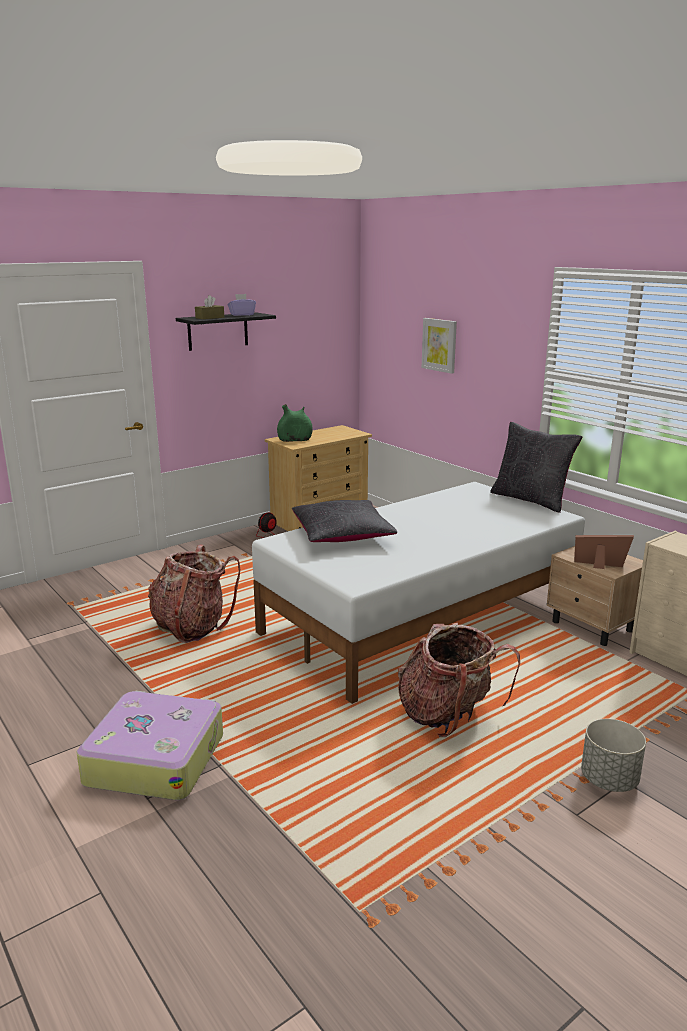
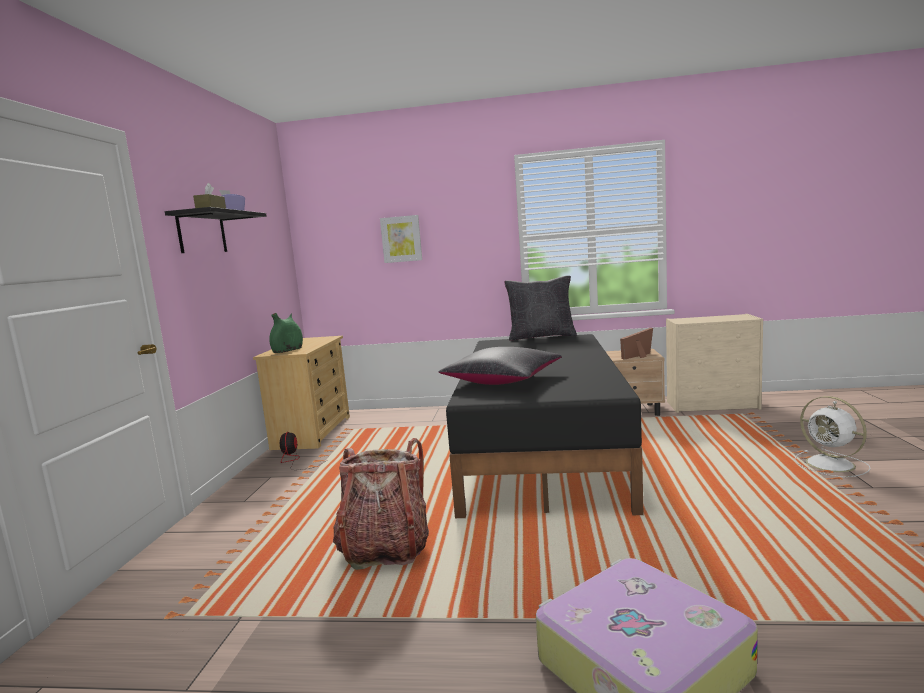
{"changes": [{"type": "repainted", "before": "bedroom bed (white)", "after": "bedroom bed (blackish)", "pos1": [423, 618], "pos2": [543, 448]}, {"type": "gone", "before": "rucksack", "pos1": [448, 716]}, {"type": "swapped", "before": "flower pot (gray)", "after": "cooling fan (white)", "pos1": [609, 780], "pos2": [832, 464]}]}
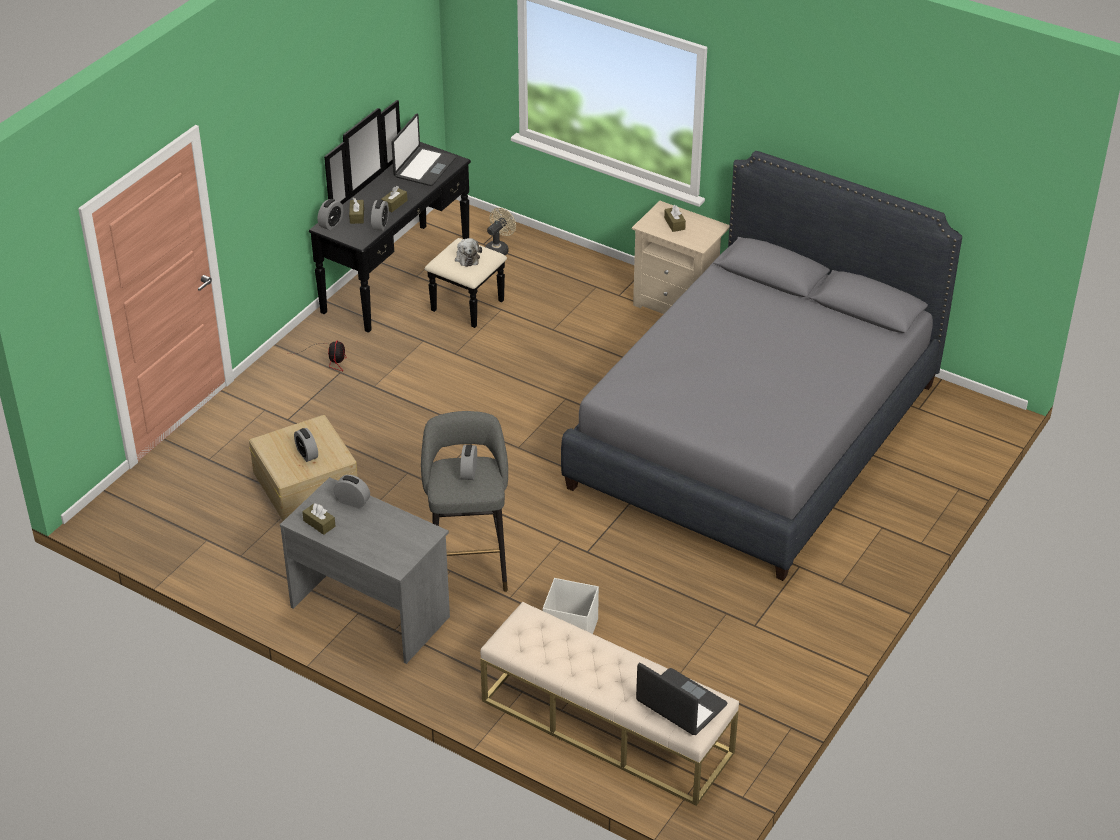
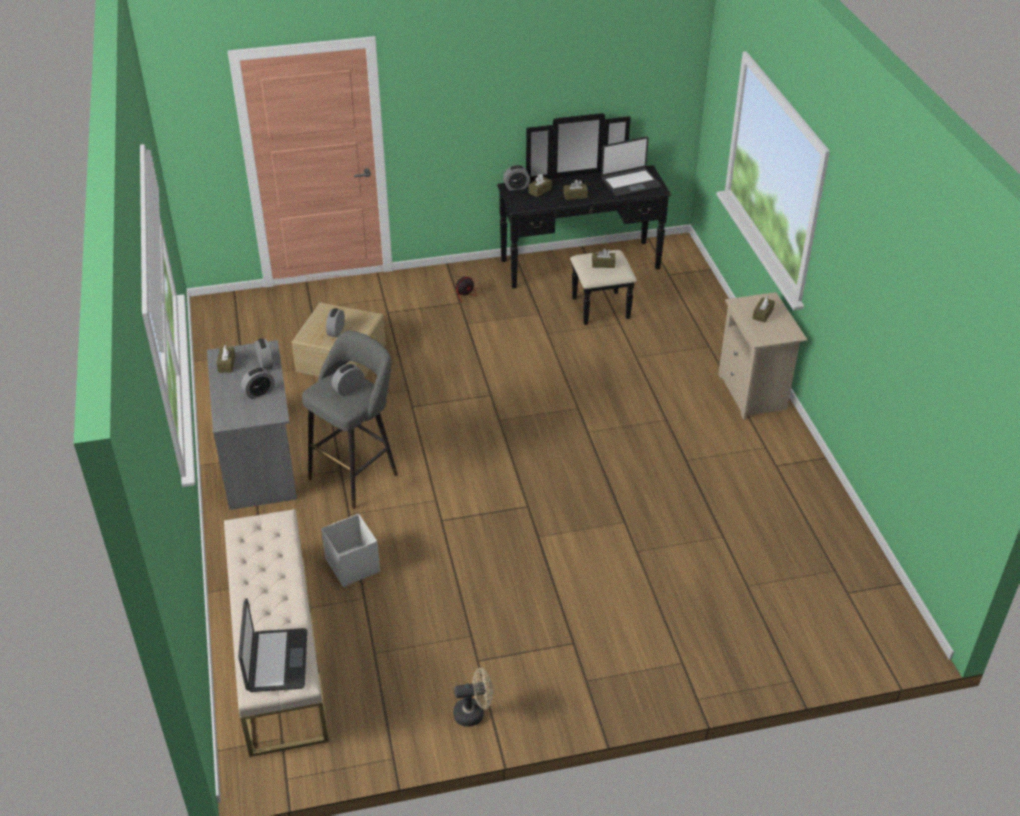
{"changes": [{"type": "gone", "before": "bedroom bed (gray)", "pos1": [756, 434]}, {"type": "shifted", "before": "alarm clock", "pos1": [380, 225], "pos2": [259, 392]}, {"type": "shifted", "before": "cooling fan (beige-coloured)", "pos1": [499, 249], "pos2": [474, 713]}, {"type": "swapped", "before": "cuddly toy", "after": "tissue box (brownish)", "pos1": [467, 257], "pos2": [603, 264]}]}
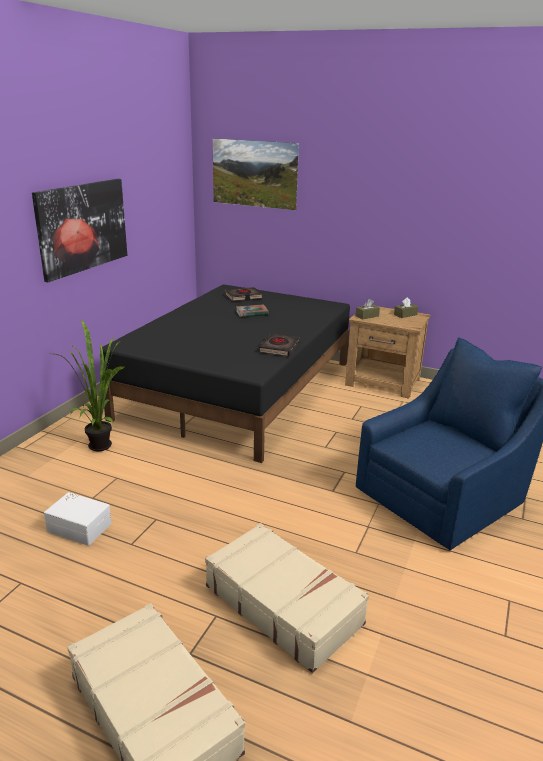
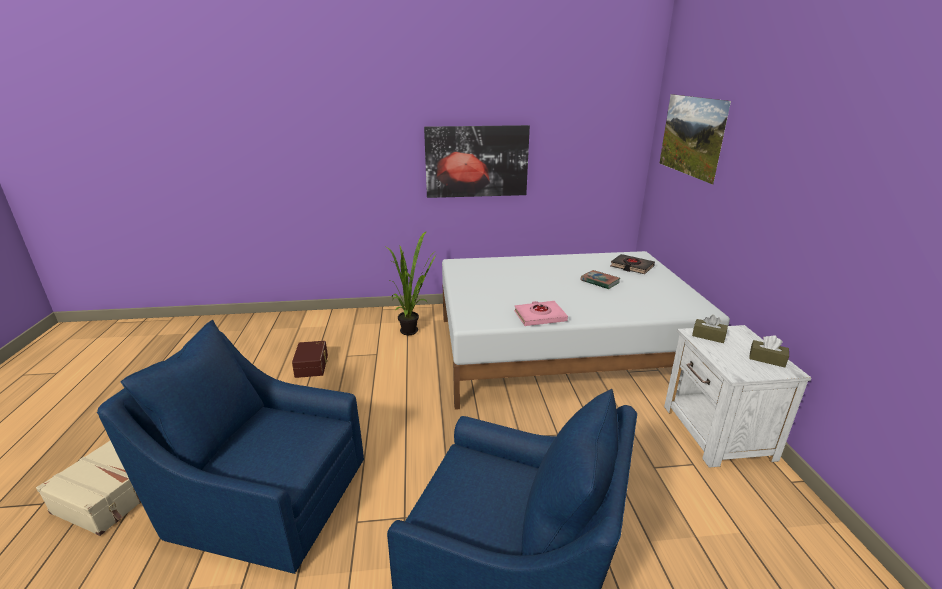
{"changes": [{"type": "repainted", "before": "bedroom bed (blackish)", "after": "bedroom bed (white)", "pos1": [239, 389], "pos2": [562, 351]}, {"type": "repainted", "before": "night table (brownish)", "after": "night table (white)", "pos1": [383, 382], "pos2": [717, 433]}, {"type": "repainted", "before": "bound book (blackish)", "after": "bound book (pink)", "pos1": [279, 348], "pos2": [540, 316]}, {"type": "repainted", "before": "storage box (white)", "after": "storage box (brownish)", "pos1": [80, 526], "pos2": [312, 365]}, {"type": "swapped", "before": "piece of luggage (beige-coloured)", "after": "armchair (blue-coloured)", "pos1": [283, 604], "pos2": [264, 497]}]}
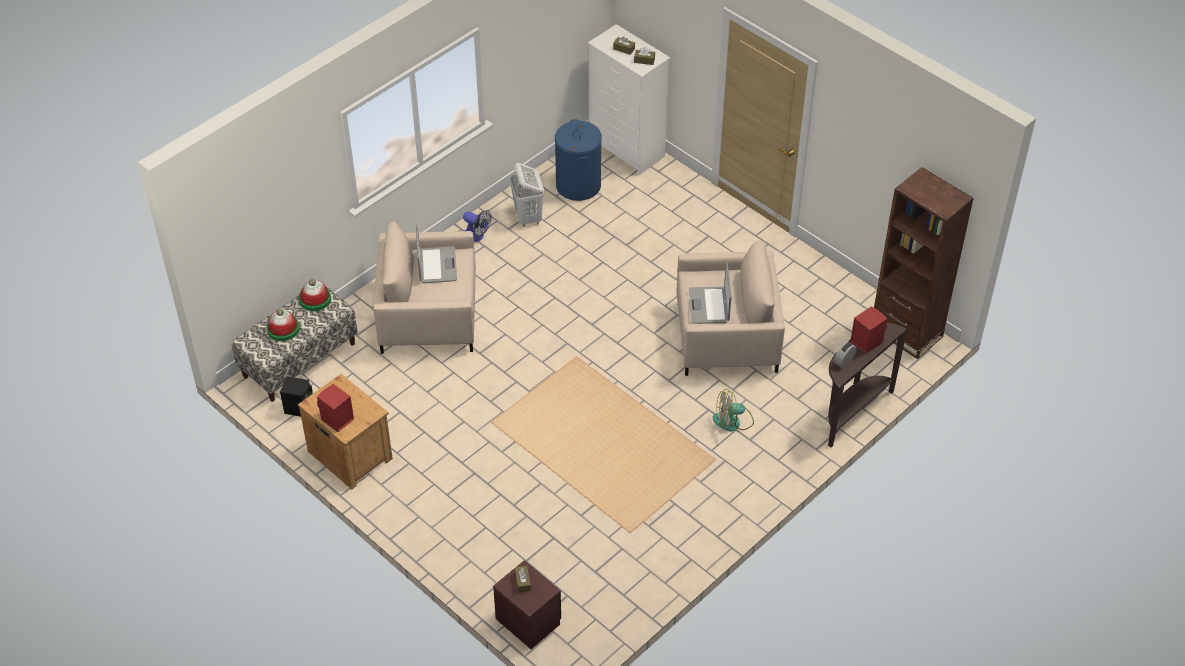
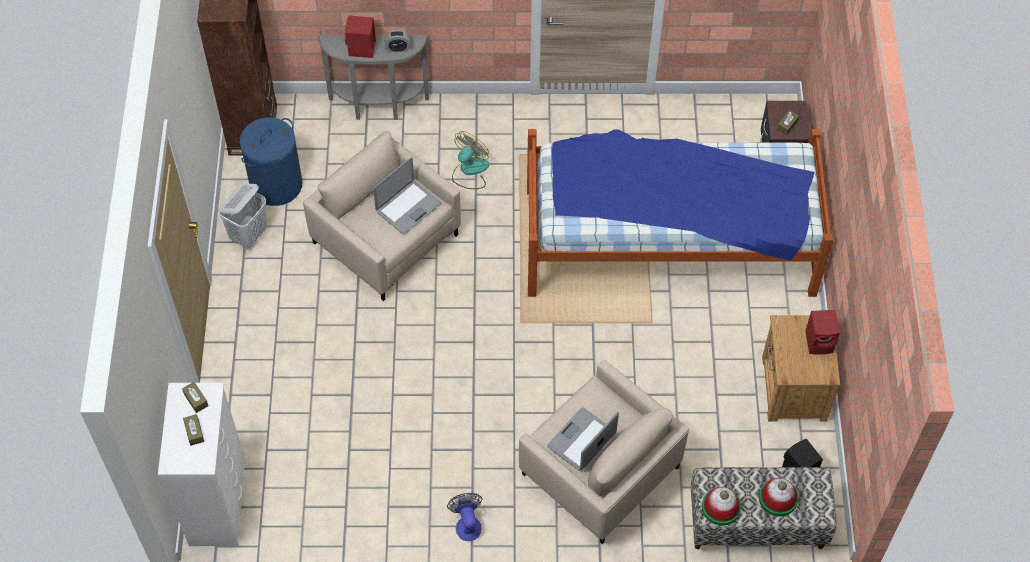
{"changes": [{"type": "shifted", "before": "hamper (blue-coloured)", "pos1": [578, 185], "pos2": [276, 184]}, {"type": "shifted", "before": "hamper (white)", "pos1": [528, 217], "pos2": [249, 234]}, {"type": "repainted", "before": "hall table (brownish)", "after": "hall table (gray)", "pos1": [852, 412], "pos2": [378, 108]}, {"type": "rotated", "before": "cooling fan", "pos1": [733, 421], "pos2": [469, 171], "turn": -90}, {"type": "new", "after": "bedroom bed", "pos2": [668, 240]}]}
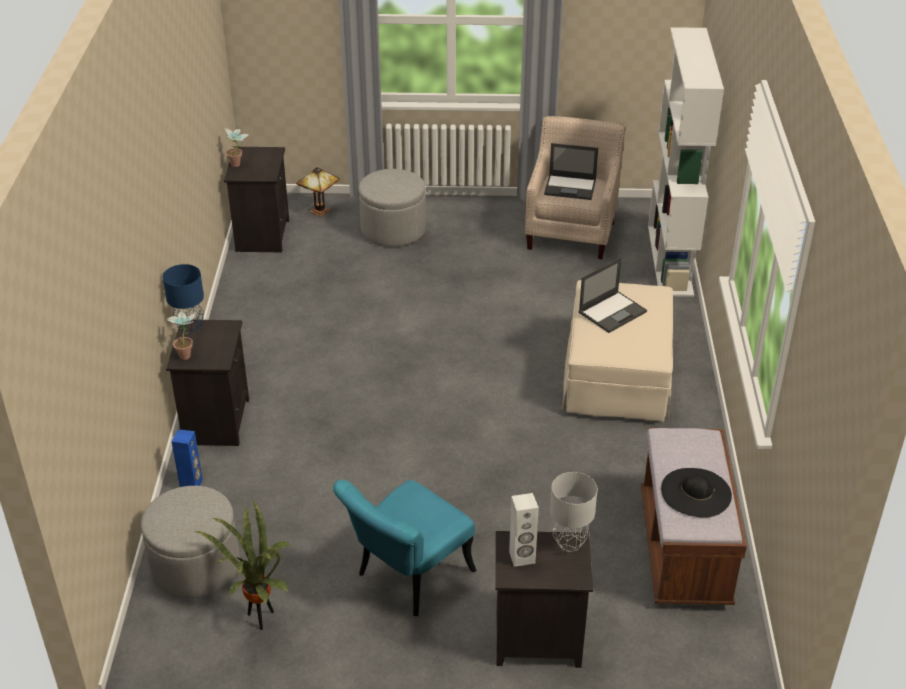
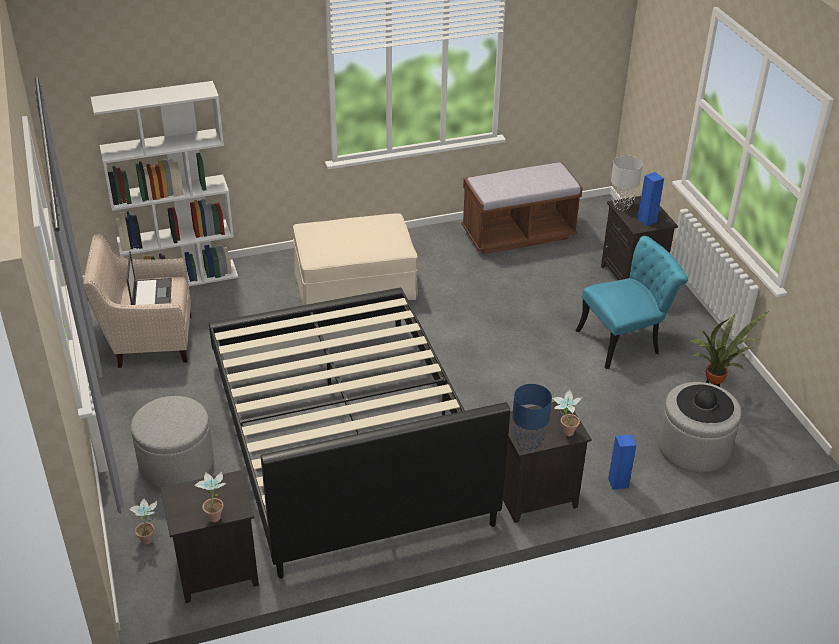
{"changes": [{"type": "swapped", "before": "lamp for a table", "after": "potted plant", "pos1": [320, 210], "pos2": [149, 537]}, {"type": "gone", "before": "laptop", "pos1": [613, 311]}, {"type": "shifted", "before": "clothing hat (blackish)", "pos1": [696, 492], "pos2": [705, 404]}, {"type": "rotated", "before": "upright chair (blue-green)", "pos1": [407, 579], "pos2": [625, 340], "turn": -45}, {"type": "repainted", "before": "audio speaker (white)", "after": "audio speaker (blue-coloured)", "pos1": [522, 557], "pos2": [647, 220]}, {"type": "new", "after": "bedroom bed (blackish)", "pos2": [345, 439]}]}
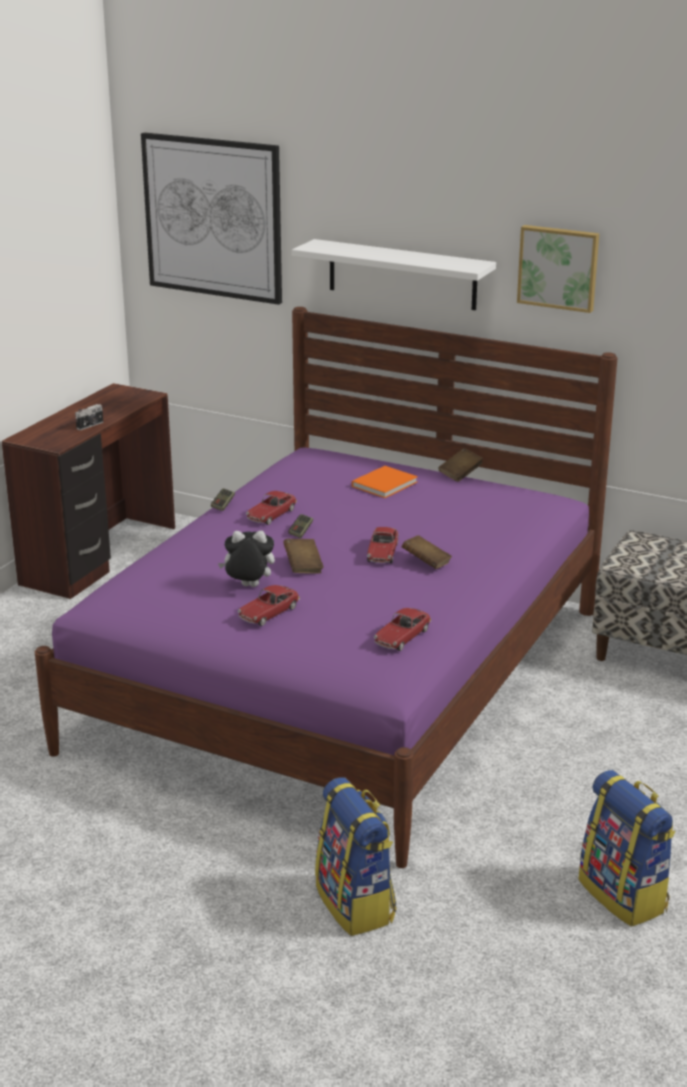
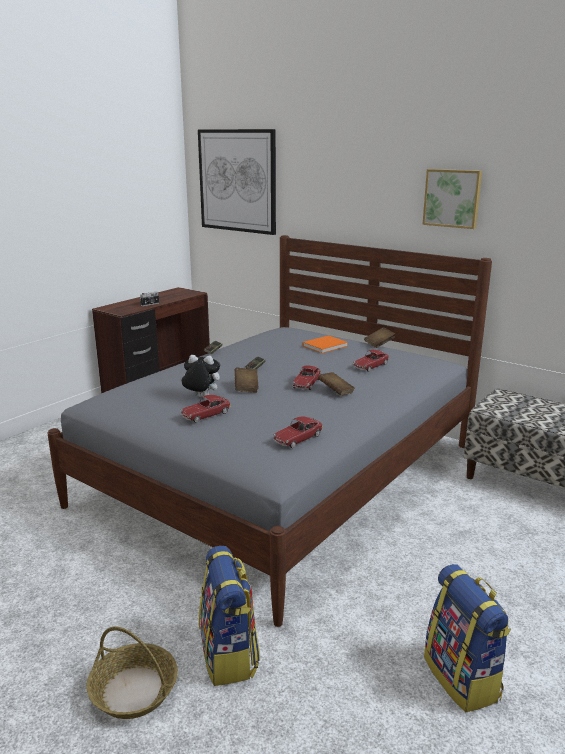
{"changes": [{"type": "gone", "before": "shelf (white)", "pos1": [402, 274]}, {"type": "repainted", "before": "bedroom bed (purplish)", "after": "bedroom bed (gray)", "pos1": [343, 677], "pos2": [282, 474]}, {"type": "shifted", "before": "miniature car", "pos1": [271, 515], "pos2": [371, 366]}, {"type": "new", "after": "basket", "pos2": [134, 690]}]}
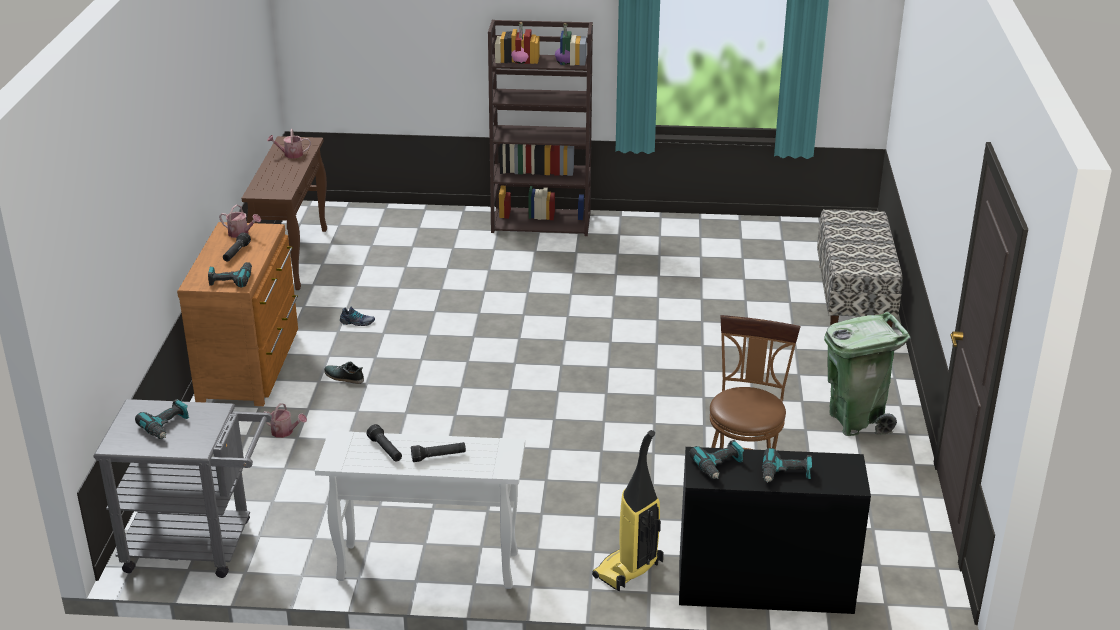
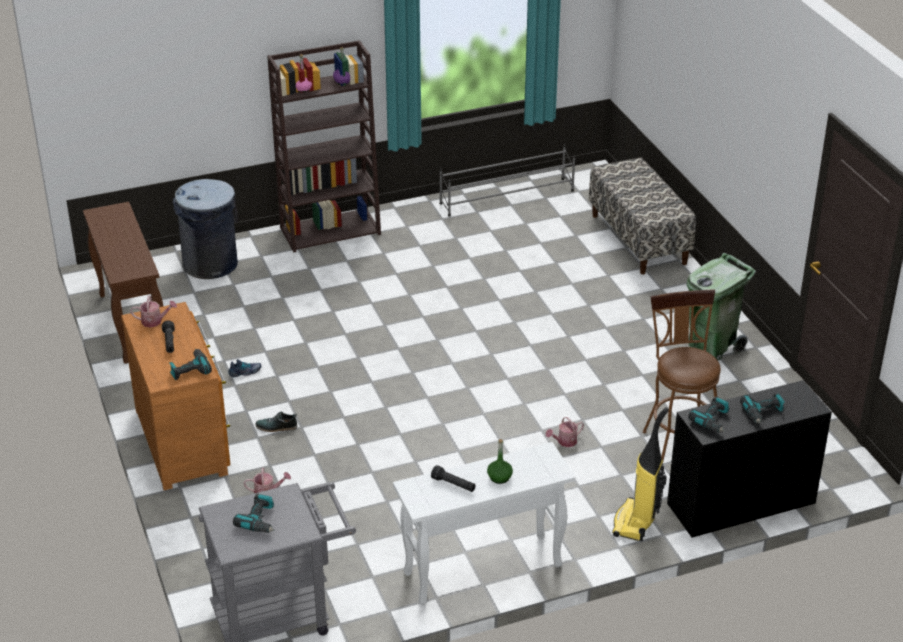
{"changes": [{"type": "shifted", "before": "watering can", "pos1": [290, 154], "pos2": [564, 442]}, {"type": "swapped", "before": "hand torch (blackish)", "after": "bottle (greenish)", "pos1": [438, 457], "pos2": [499, 477]}, {"type": "new", "after": "shoe shelf (gray)", "pos2": [507, 197]}, {"type": "new", "after": "trash can (gray)", "pos2": [211, 264]}]}
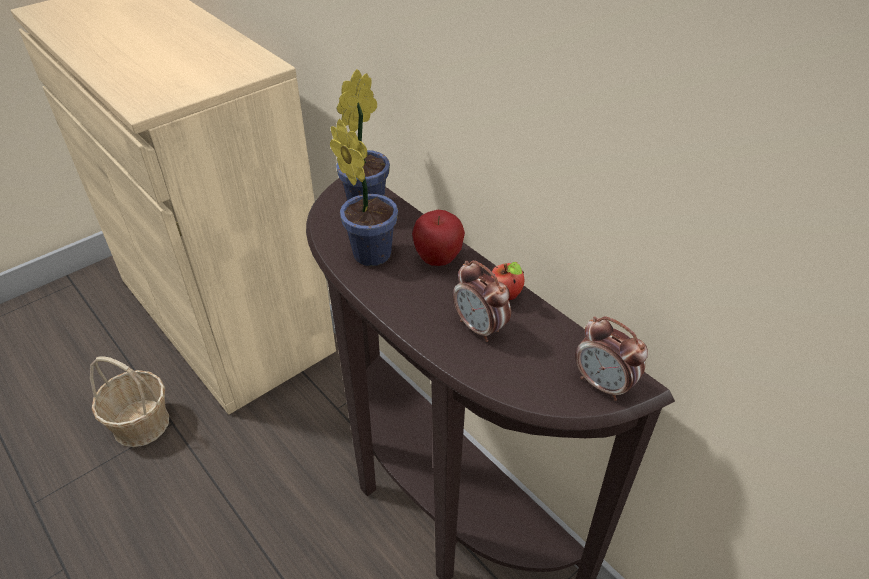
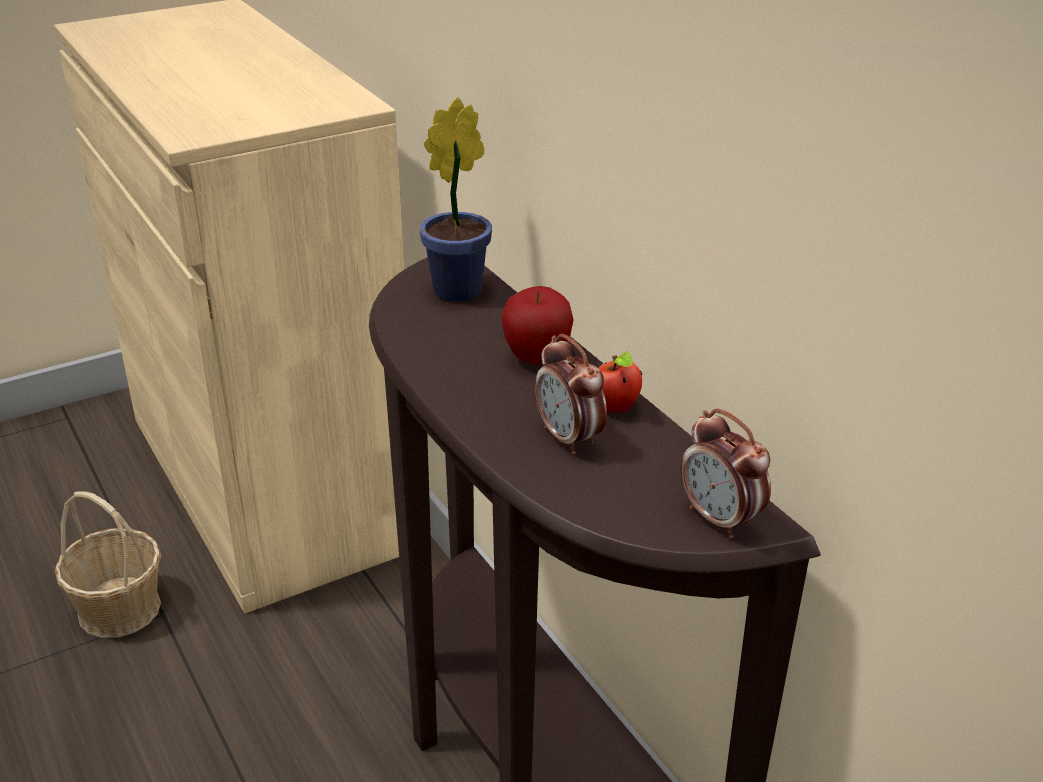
{"changes": [{"type": "gone", "before": "potted plant", "pos1": [369, 251]}]}
